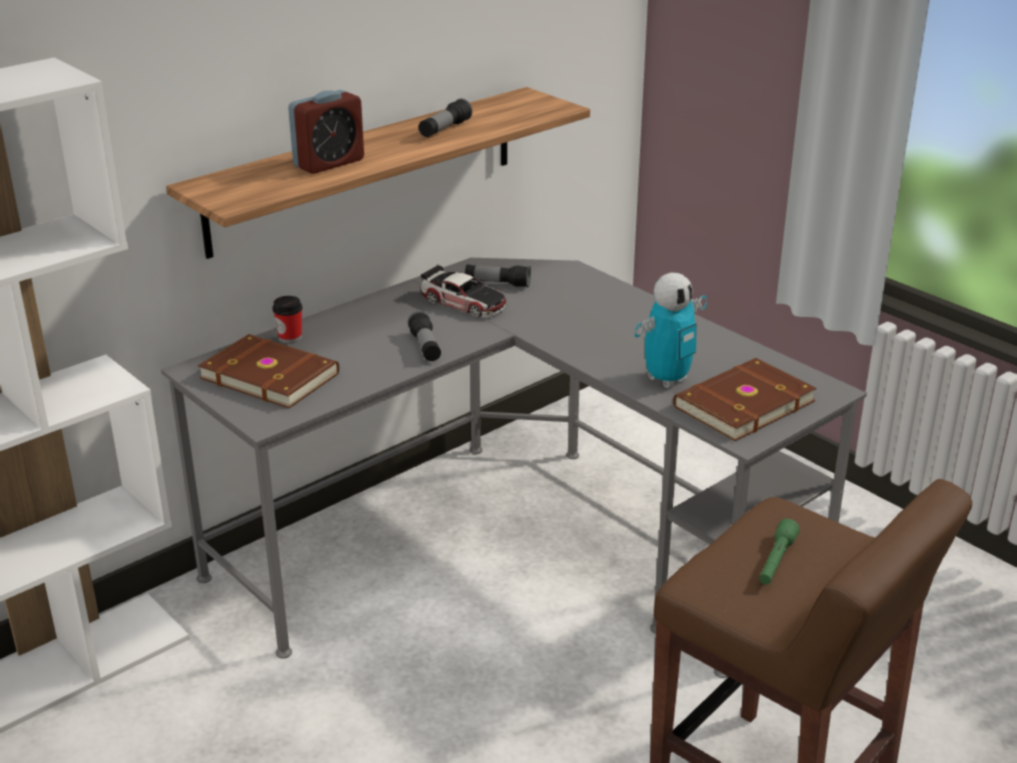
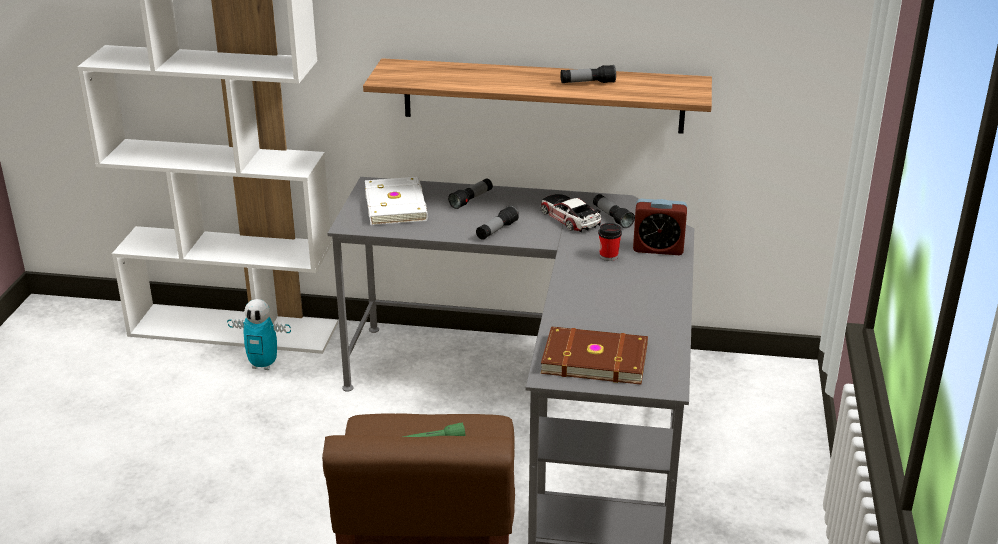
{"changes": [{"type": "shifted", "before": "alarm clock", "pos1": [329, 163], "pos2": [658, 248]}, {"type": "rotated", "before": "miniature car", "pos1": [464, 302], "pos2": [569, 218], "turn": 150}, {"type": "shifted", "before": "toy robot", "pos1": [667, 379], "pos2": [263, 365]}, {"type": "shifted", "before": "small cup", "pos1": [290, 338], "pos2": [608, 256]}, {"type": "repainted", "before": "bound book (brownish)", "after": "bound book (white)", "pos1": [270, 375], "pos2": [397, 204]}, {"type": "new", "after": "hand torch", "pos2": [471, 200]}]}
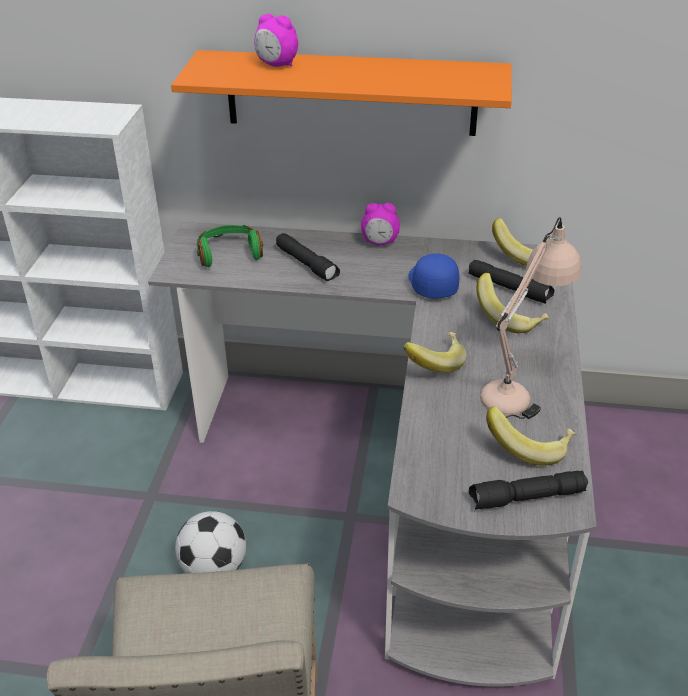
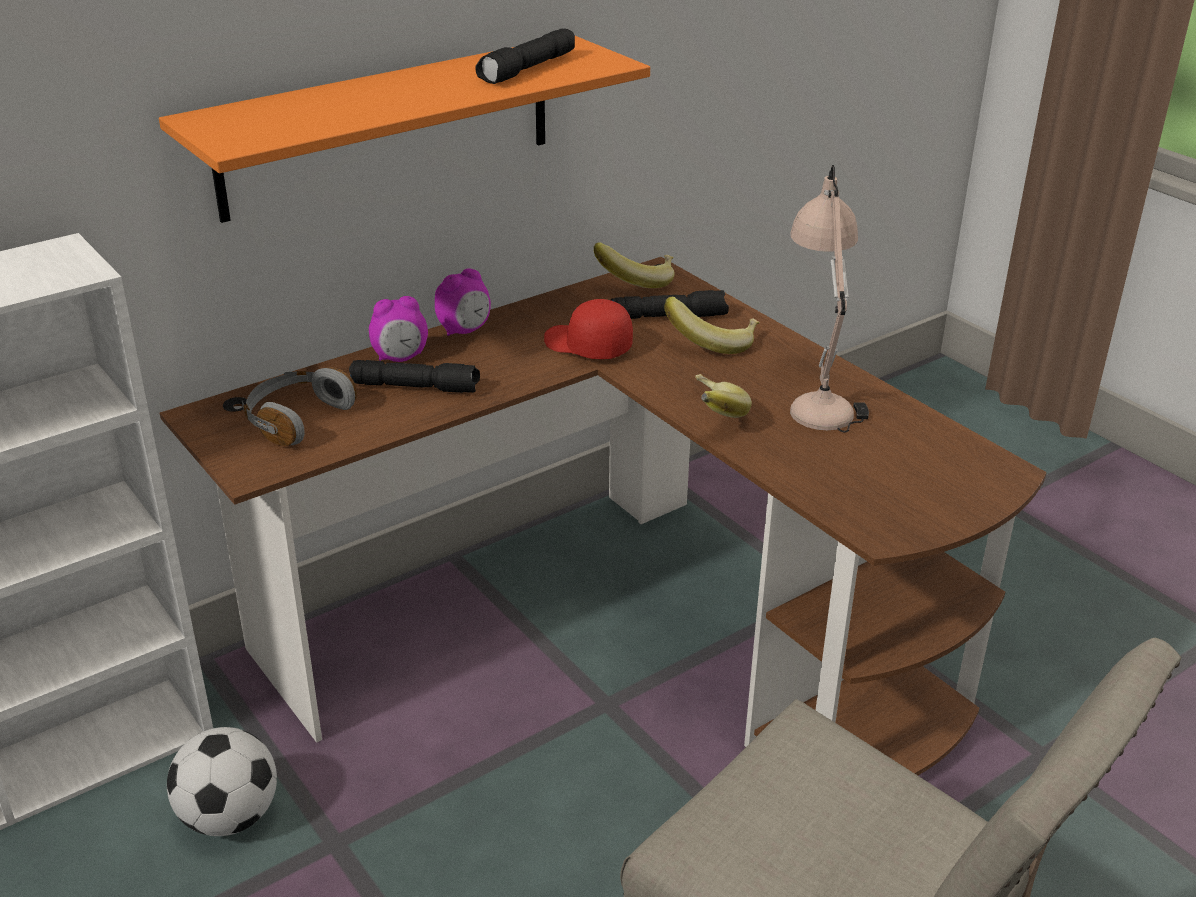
{"changes": [{"type": "shifted", "before": "alarm clock", "pos1": [277, 65], "pos2": [400, 358]}, {"type": "repainted", "before": "desk table (gray)", "after": "desk table (brownish)", "pos1": [408, 481], "pos2": [620, 631]}, {"type": "repainted", "before": "headphones (greenish)", "after": "headphones (gray)", "pos1": [229, 254], "pos2": [296, 419]}, {"type": "repainted", "before": "cap (blue-coloured)", "after": "cap (reddish)", "pos1": [431, 284], "pos2": [587, 346]}, {"type": "gone", "before": "whole banana", "pos1": [529, 447]}, {"type": "shifted", "before": "hand torch (blackish)", "pos1": [526, 498], "pos2": [528, 69]}, {"type": "shifted", "before": "football ball", "pos1": [214, 569], "pos2": [229, 817]}]}
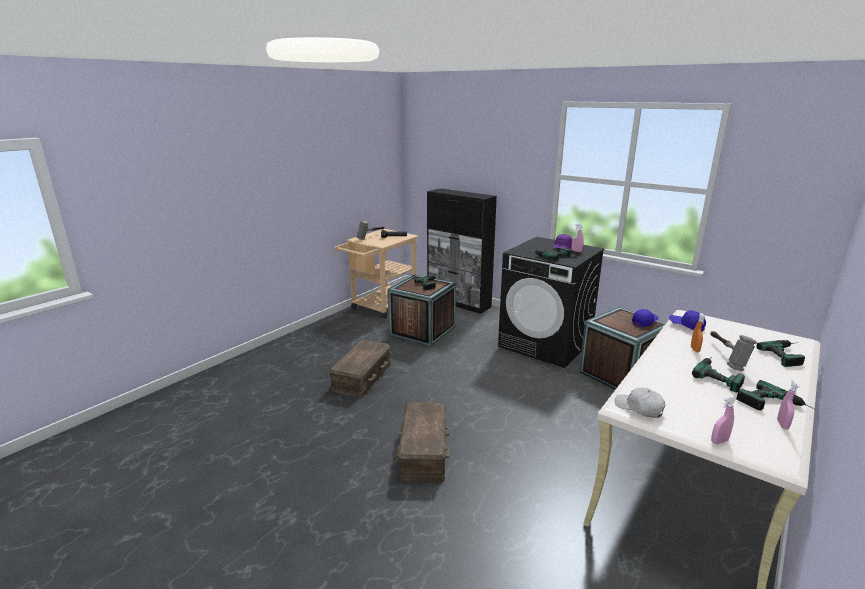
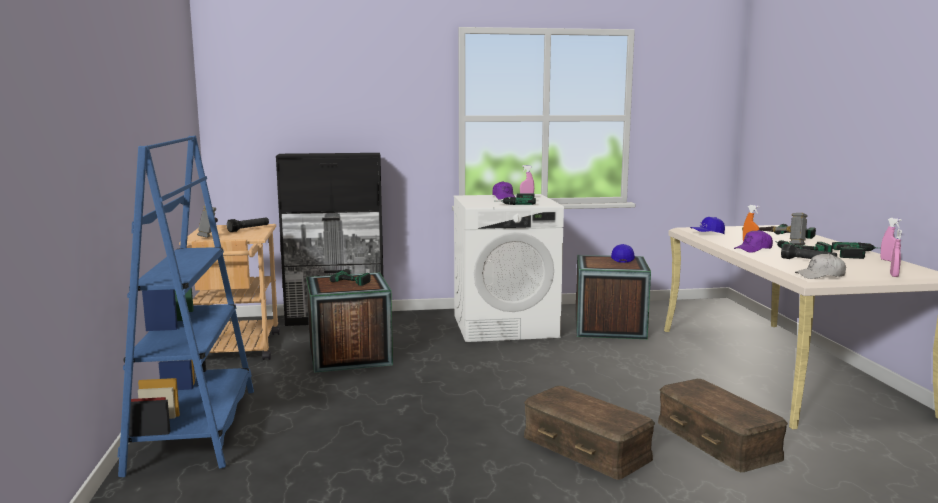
{"changes": [{"type": "repainted", "before": "washing machine (blackish)", "after": "washing machine (white)", "pos1": [545, 344], "pos2": [505, 326]}, {"type": "shifted", "before": "storage box (brownish)", "pos1": [362, 377], "pos2": [718, 440]}, {"type": "new", "after": "shelving unit (blue-coloured)", "pos2": [195, 429]}, {"type": "new", "after": "cap (purplish)", "pos2": [753, 249]}, {"type": "new", "after": "hand torch (blackish)", "pos2": [808, 261]}]}
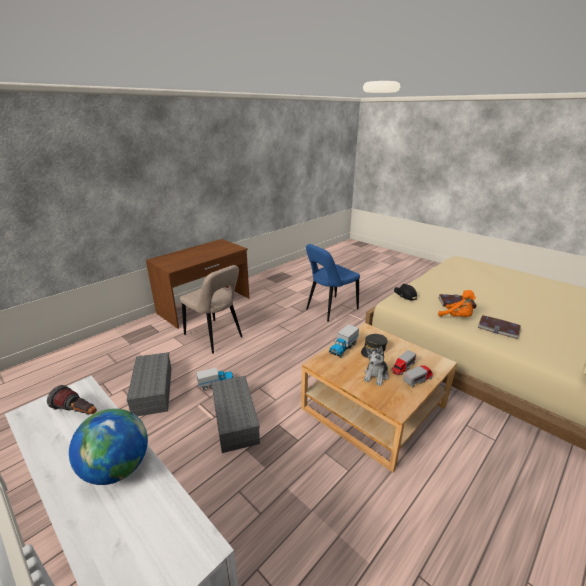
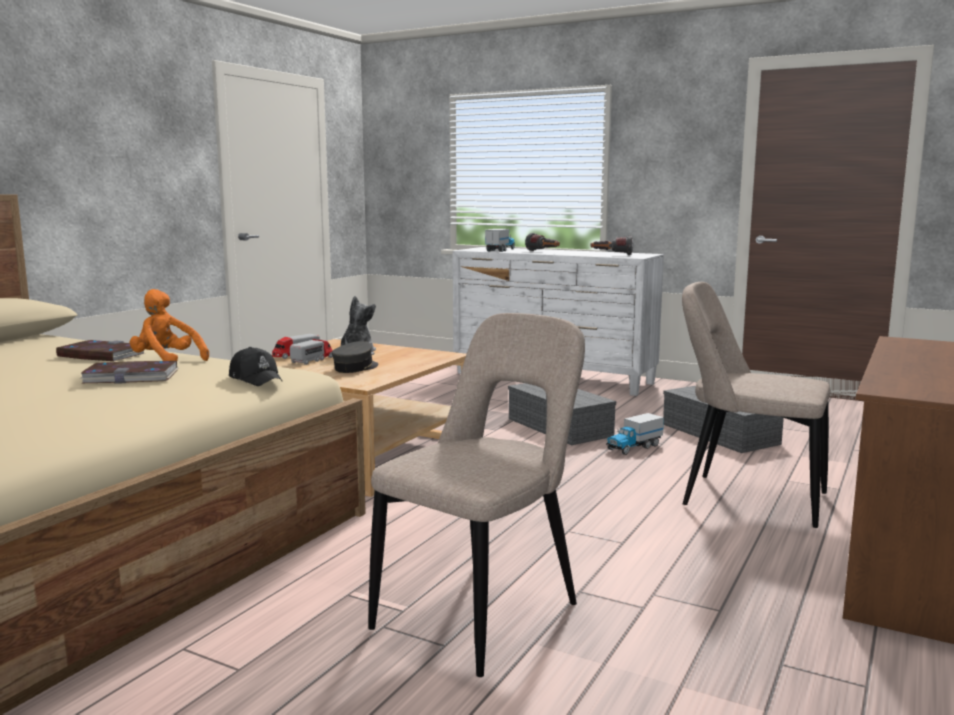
{"changes": [{"type": "repainted", "before": "upright chair (blue-coloured)", "after": "upright chair (beige-coloured)", "pos1": [330, 310], "pos2": [483, 612]}, {"type": "shifted", "before": "toy lorry", "pos1": [343, 348], "pos2": [500, 250]}, {"type": "swapped", "before": "globe", "after": "hand torch", "pos1": [117, 469], "pos2": [543, 252]}]}
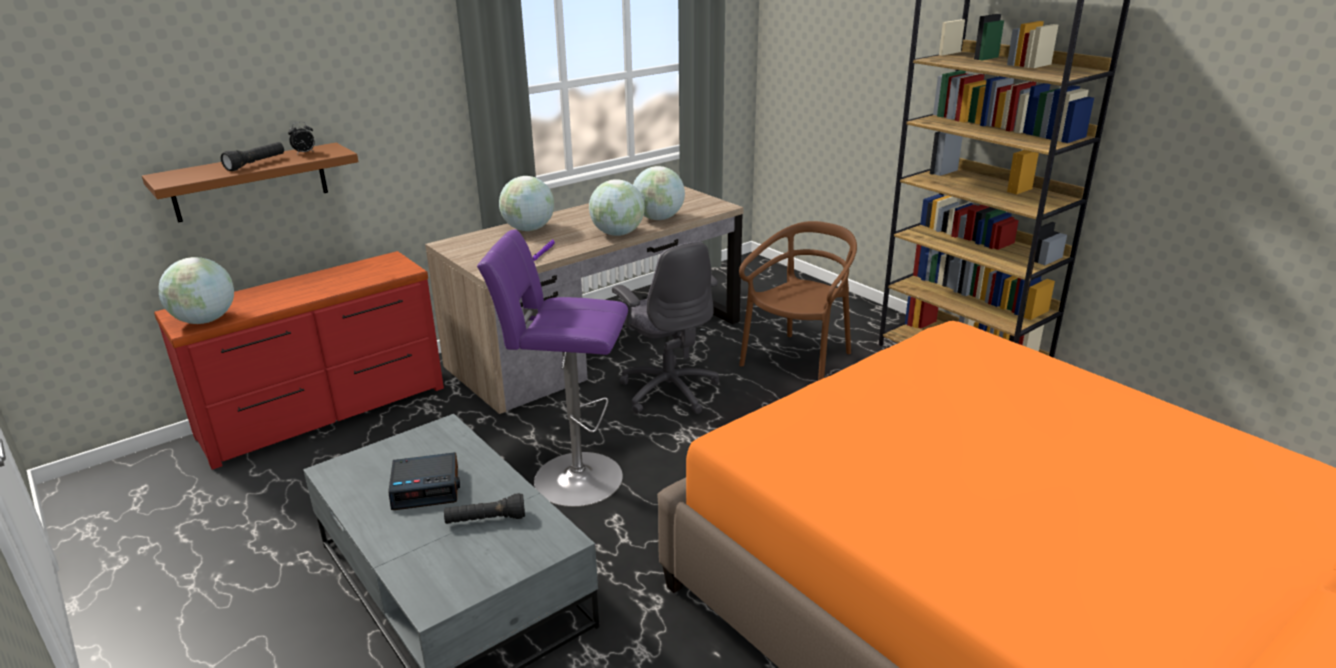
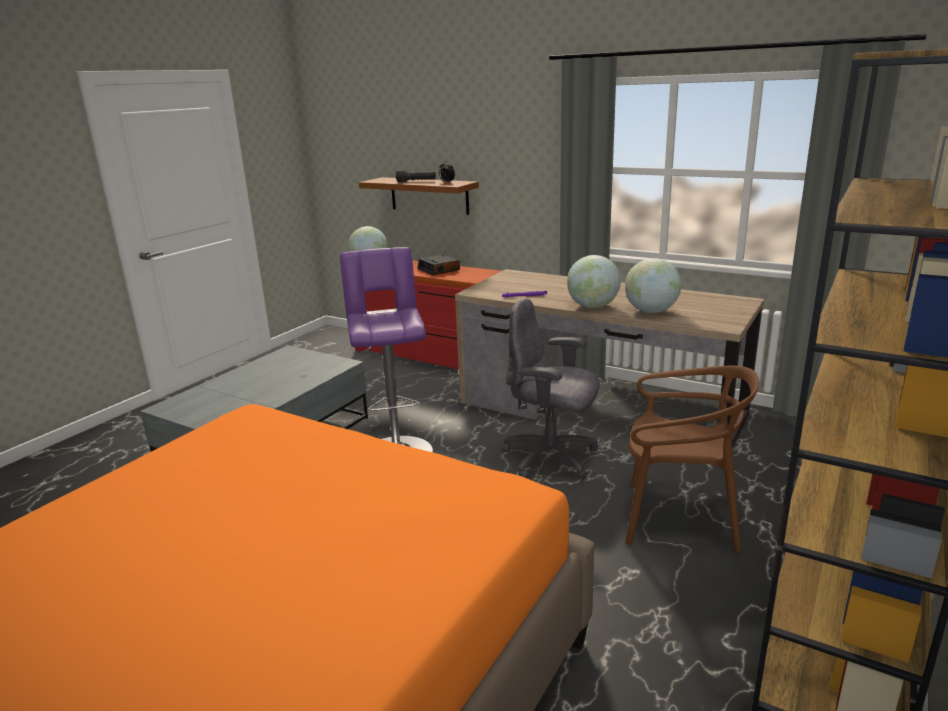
{"changes": [{"type": "gone", "before": "globe", "pos1": [529, 229]}, {"type": "rotated", "before": "office chair (gray)", "pos1": [668, 390], "pos2": [551, 458], "turn": 75}, {"type": "shifted", "before": "alarm clock", "pos1": [427, 488], "pos2": [439, 269]}, {"type": "gone", "before": "hand torch (blackish)", "pos1": [486, 520]}]}
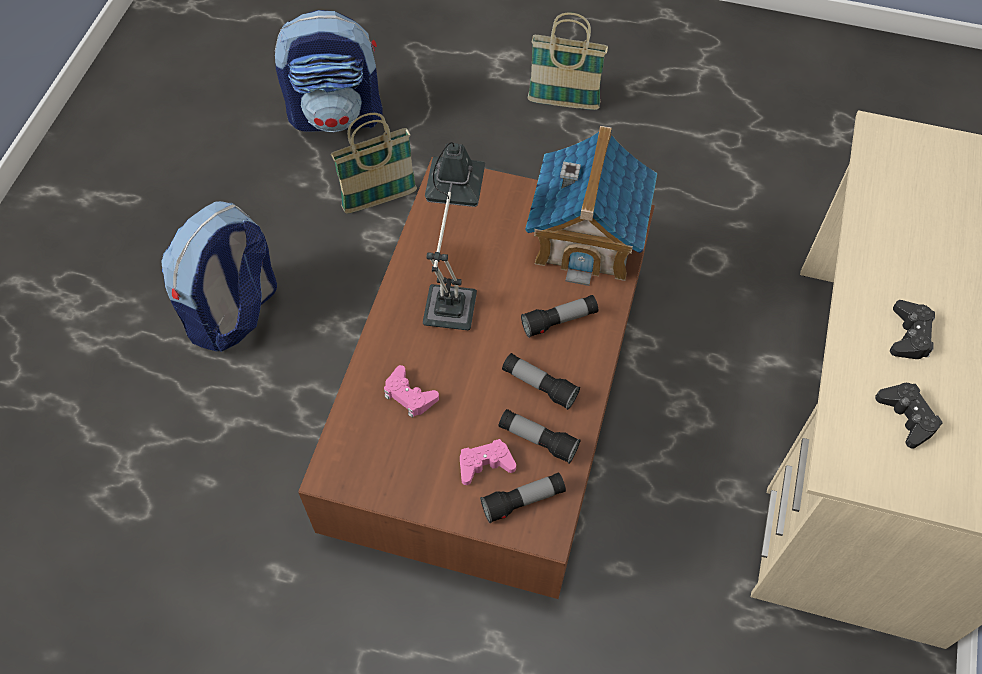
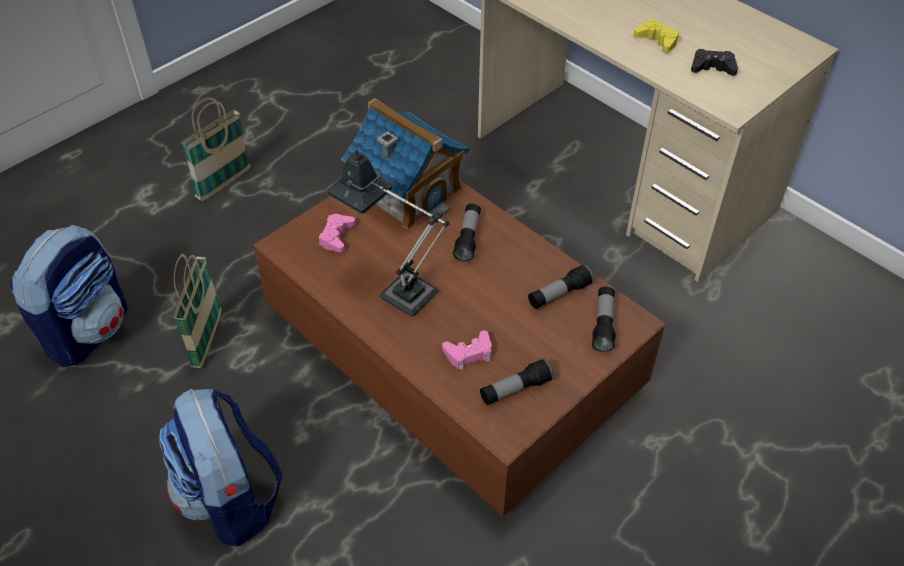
{"changes": [{"type": "repainted", "before": "joypad (blackish)", "after": "joypad (yellowish)", "pos1": [909, 335], "pos2": [657, 40]}, {"type": "shifted", "before": "hand torch", "pos1": [539, 385], "pos2": [515, 389]}, {"type": "shifted", "before": "joypad (pink)", "pos1": [485, 464], "pos2": [336, 236]}]}
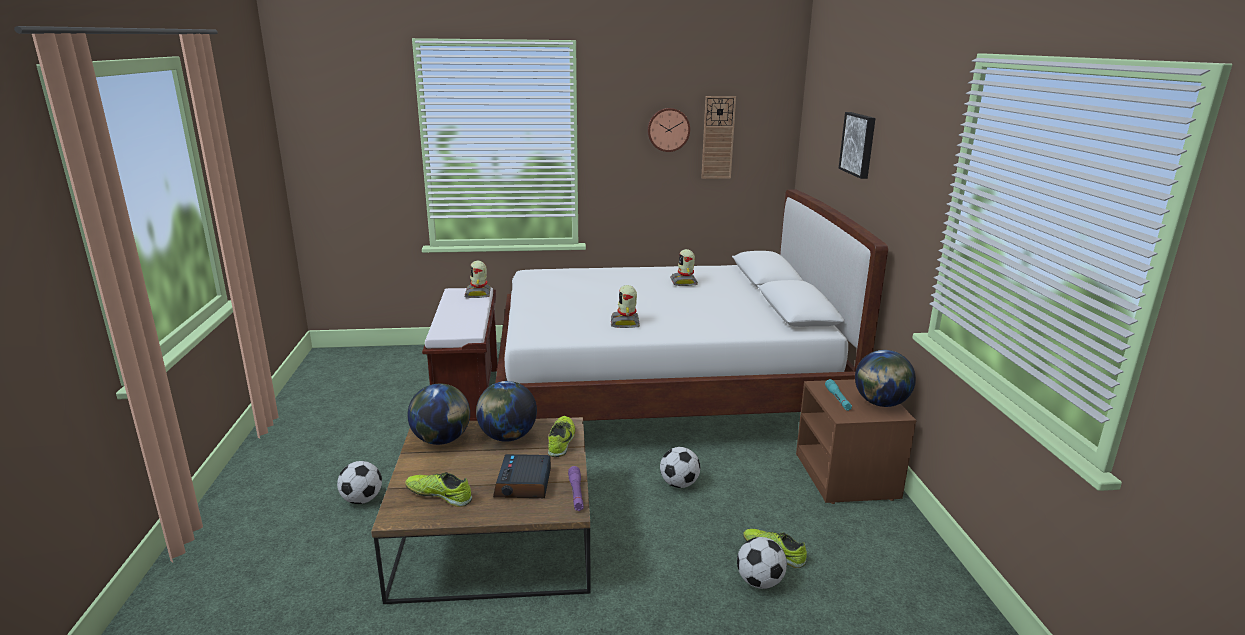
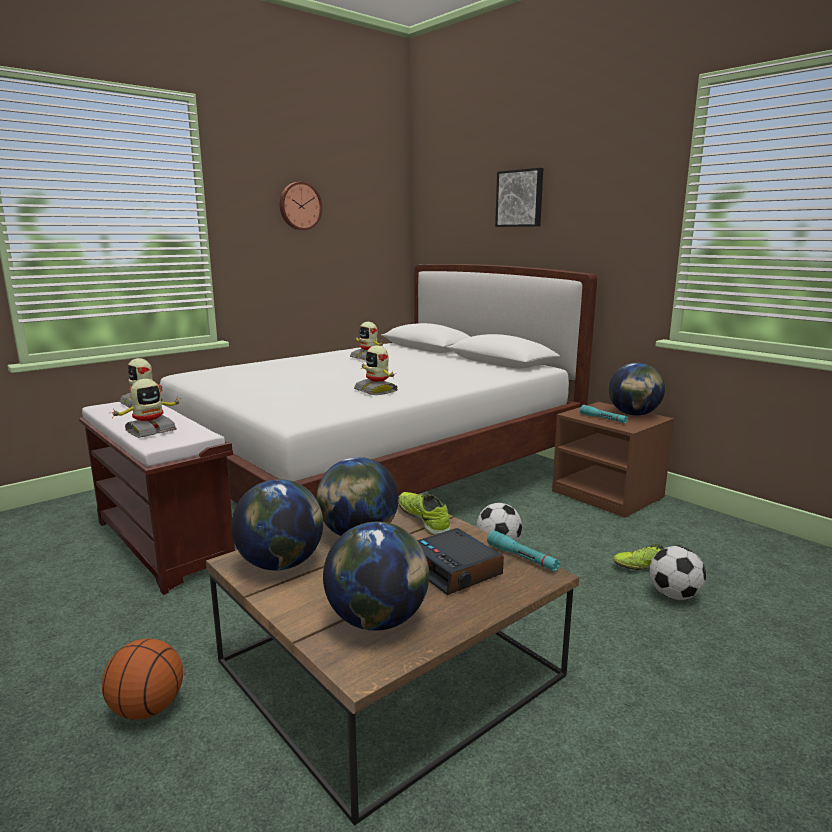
{"changes": [{"type": "gone", "before": "clock on the wall", "pos1": [718, 137]}, {"type": "swapped", "before": "football ball", "after": "basketball ball", "pos1": [362, 500], "pos2": [147, 709]}, {"type": "repainted", "before": "hand torch (purplish)", "after": "hand torch (blue-green)", "pos1": [576, 493], "pos2": [522, 558]}, {"type": "swapped", "before": "shoe", "after": "globe", "pos1": [439, 495], "pos2": [378, 620]}, {"type": "new", "after": "toy robot", "pos2": [150, 431]}]}
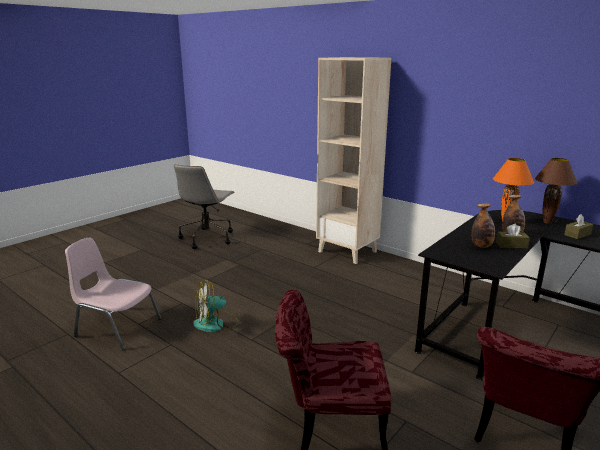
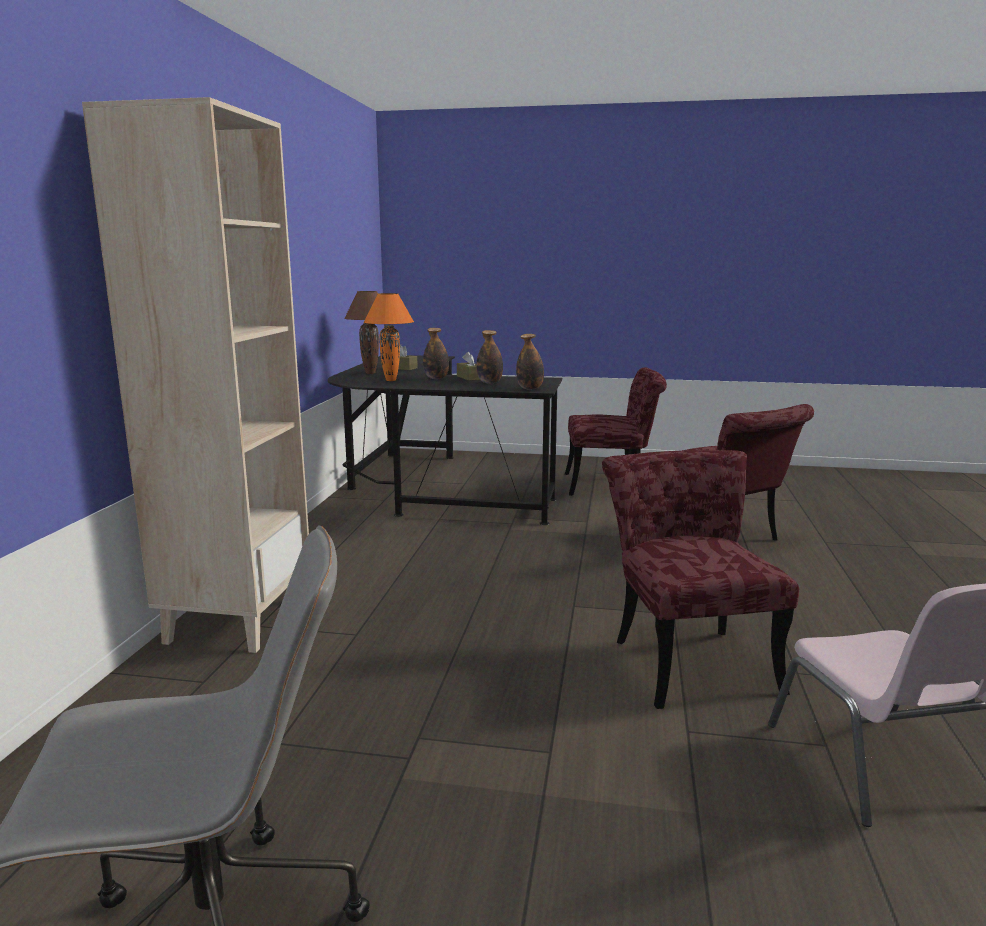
{"changes": [{"type": "swapped", "before": "cooling fan", "after": "upright chair (reddish)", "pos1": [216, 324], "pos2": [687, 657]}, {"type": "new", "after": "bottle", "pos2": [530, 388]}]}
